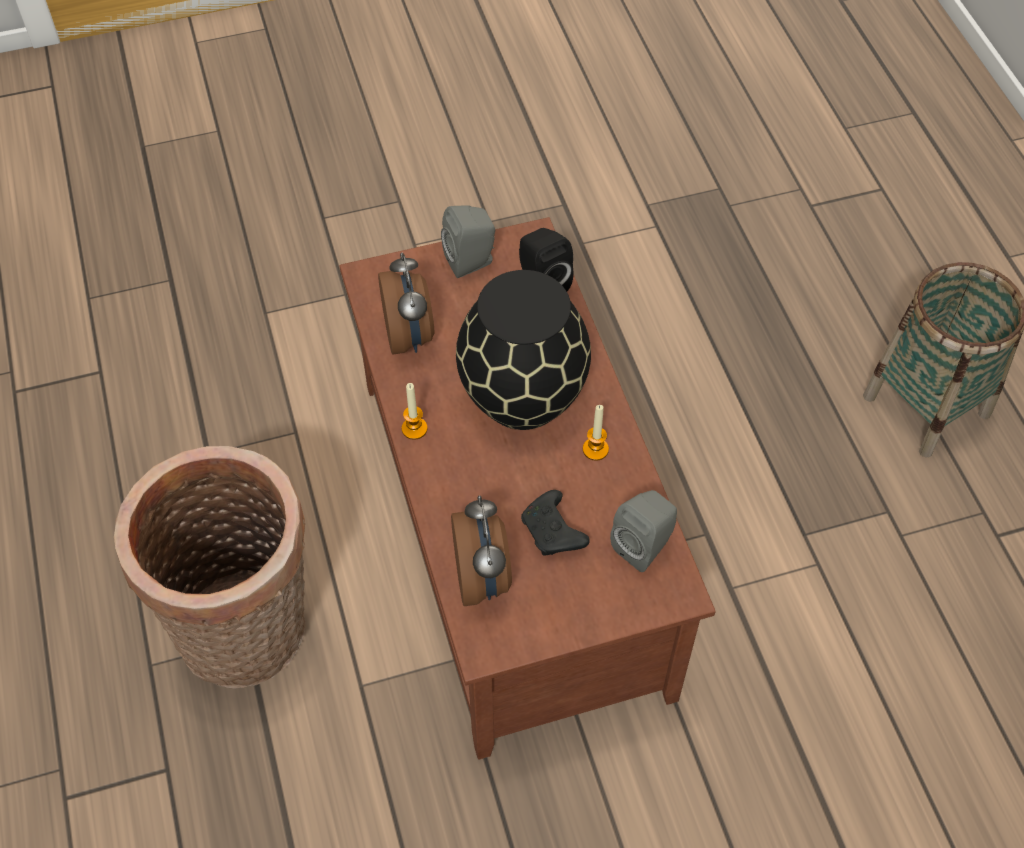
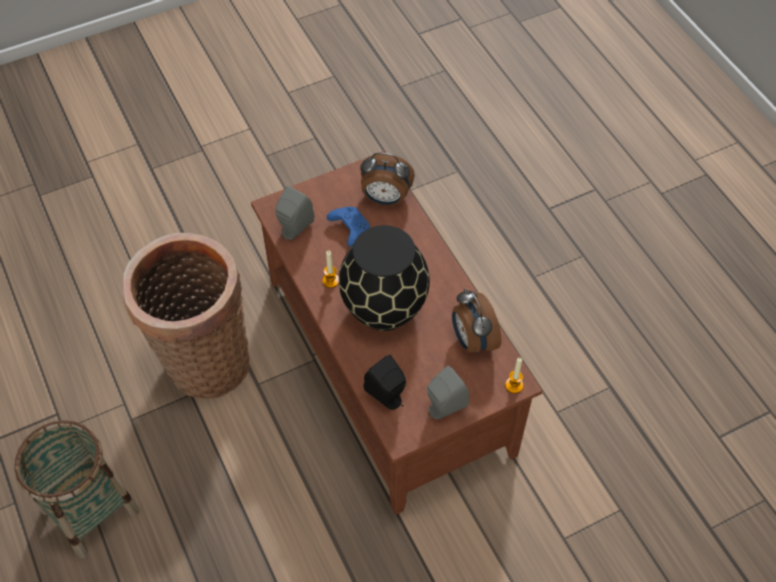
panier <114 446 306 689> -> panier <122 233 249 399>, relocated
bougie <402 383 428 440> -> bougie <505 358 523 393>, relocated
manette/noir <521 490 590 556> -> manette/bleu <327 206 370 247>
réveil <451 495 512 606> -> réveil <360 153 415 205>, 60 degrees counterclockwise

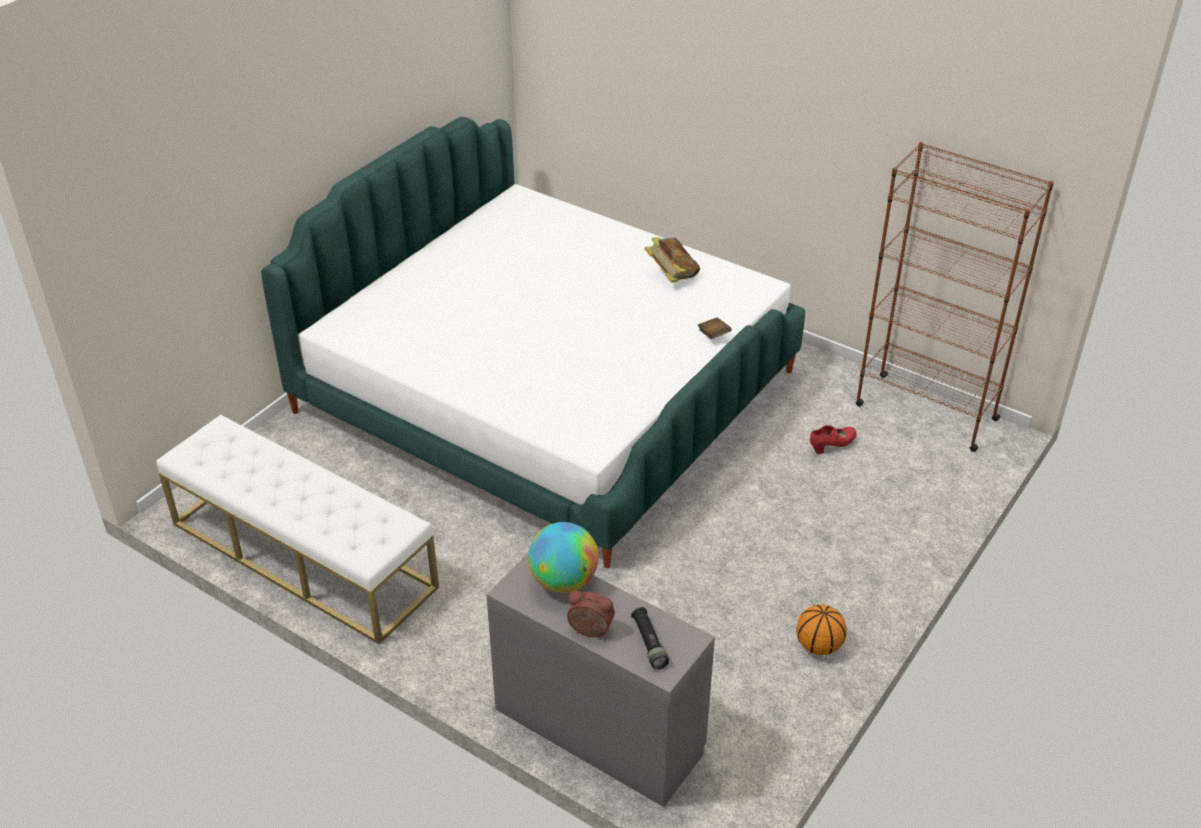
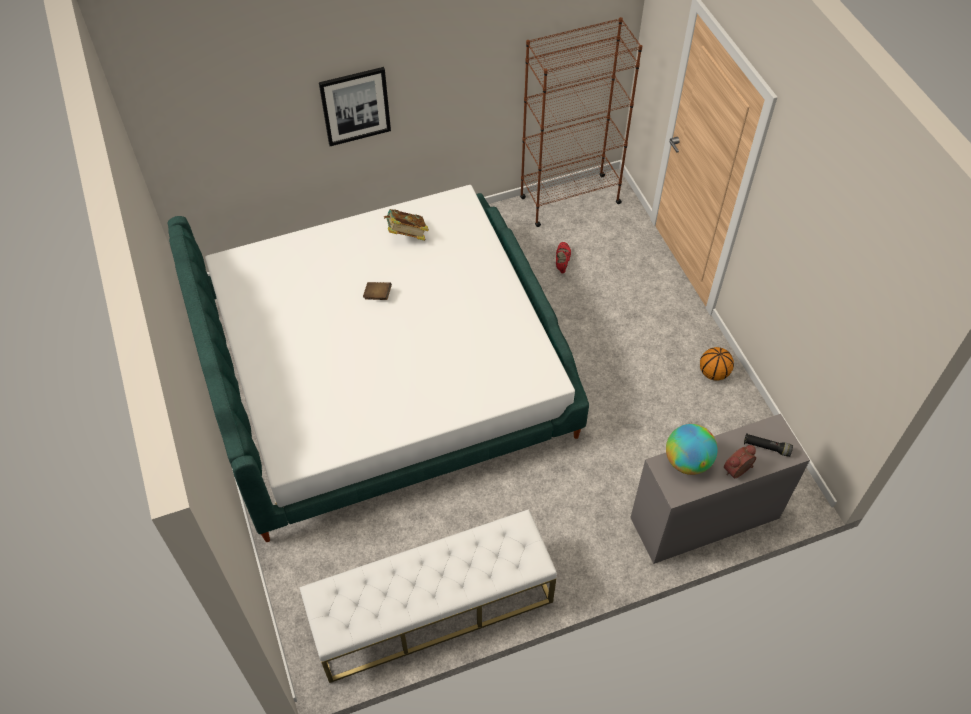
none -> tableau <319 67 391 146>
livre/marron <698 318 732 340> -> livre/marron <363 282 392 300>, relocated

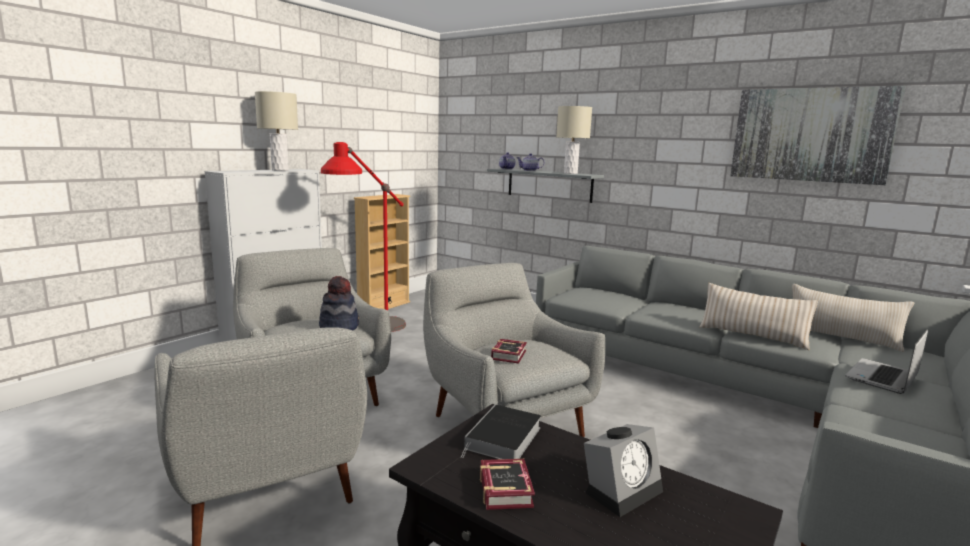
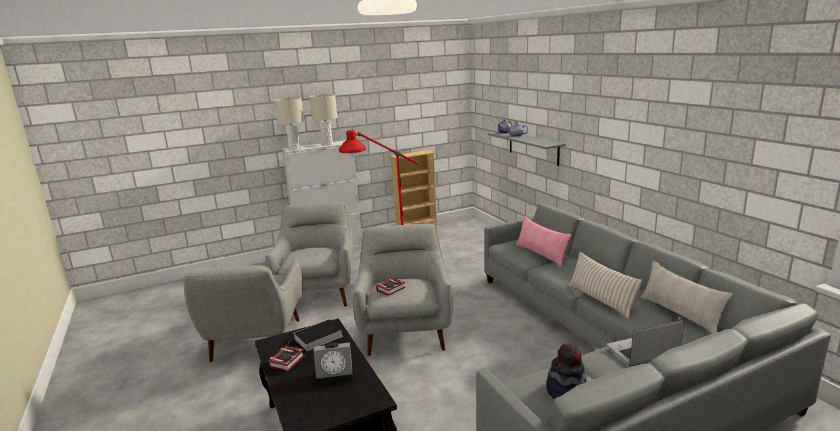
tableau <730 86 906 185> -> none
none -> coussin/rose <516 216 571 267>
chapeau <319 276 359 331> -> chapeau <546 343 587 399>, relocated
lampe de table/beige <556 106 592 174> -> lampe de table/beige <275 97 304 150>, relocated

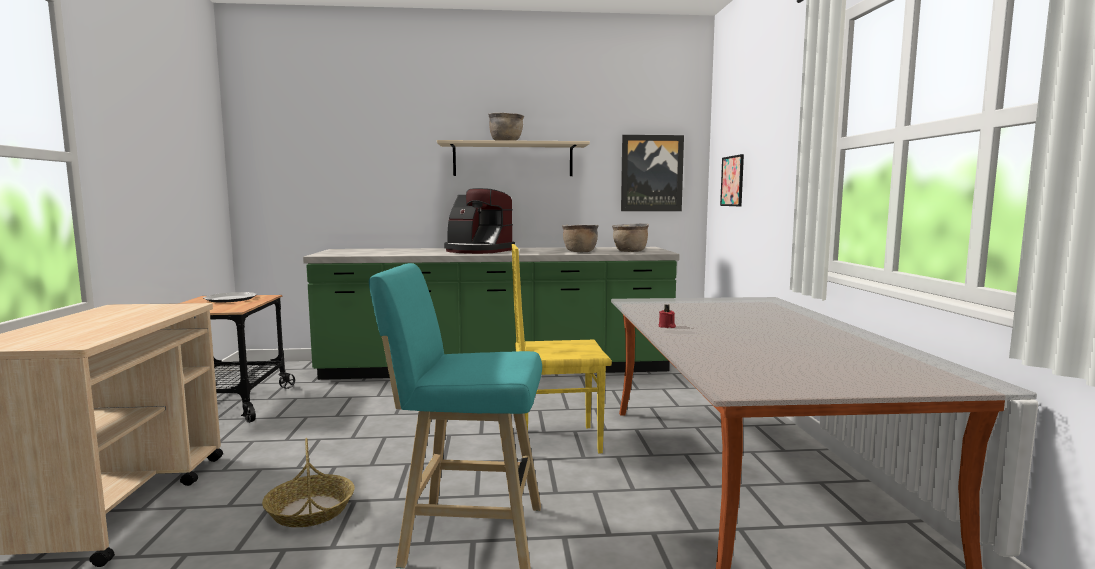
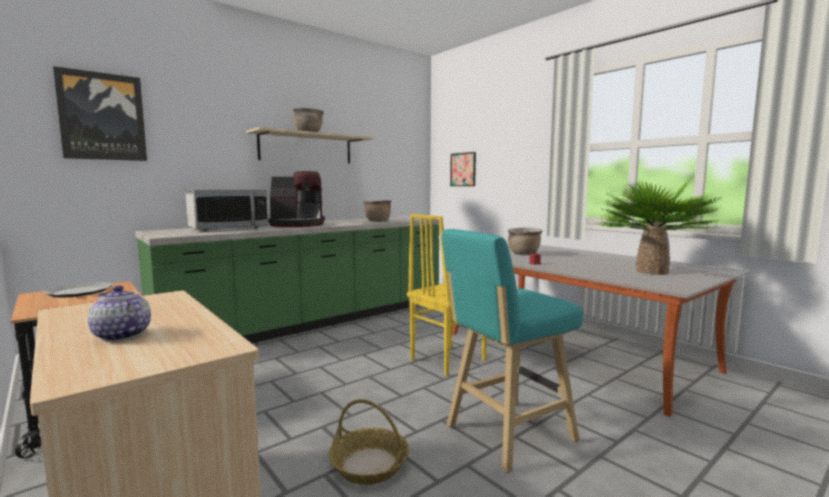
none -> théière <88 286 151 342>
none -> micro-ondes <185 189 269 231>
none -> plante en pot <593 175 725 275>
marmite/marron <612 224 649 252> -> marmite/marron <508 227 543 255>, relocated
tableau <621 135 684 211> -> tableau <53 66 147 161>, relocated

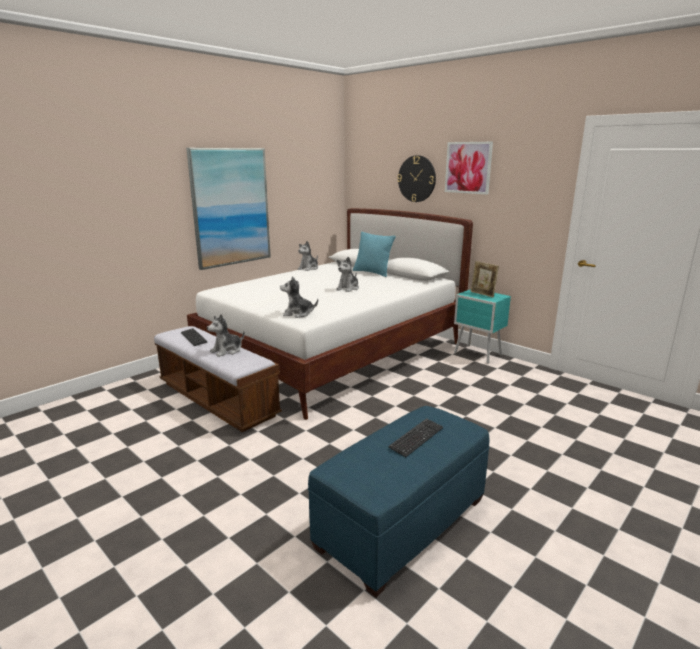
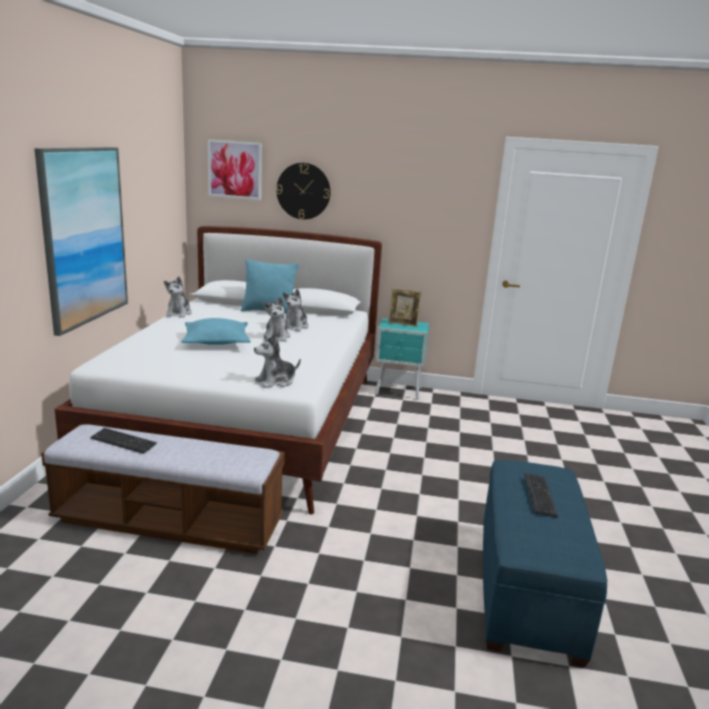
none -> coussin/turquoise <181 318 251 345>
peluche <207 314 245 357> -> peluche <283 289 308 331>, relocated
tableau <445 142 493 195> -> tableau <207 139 262 200>, relocated

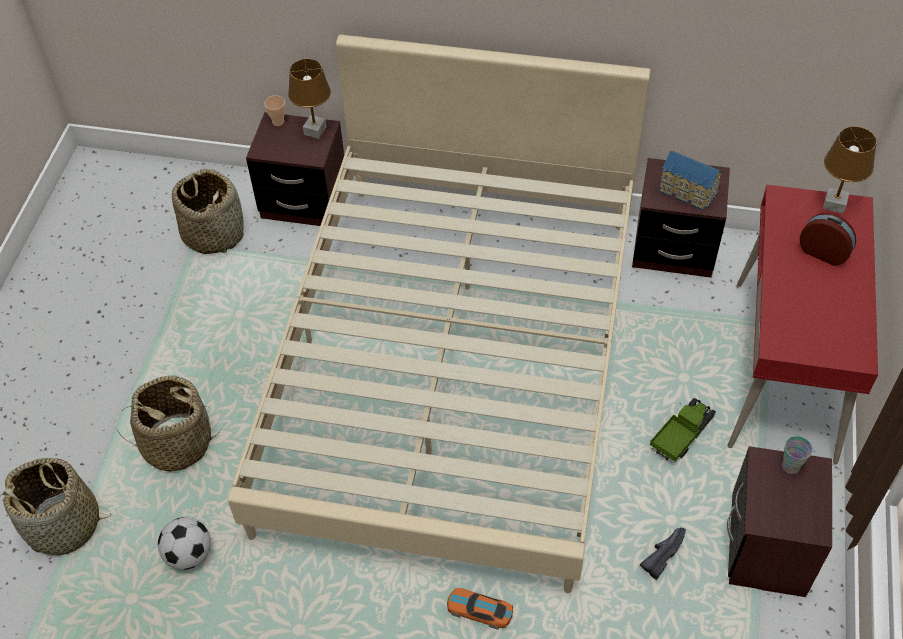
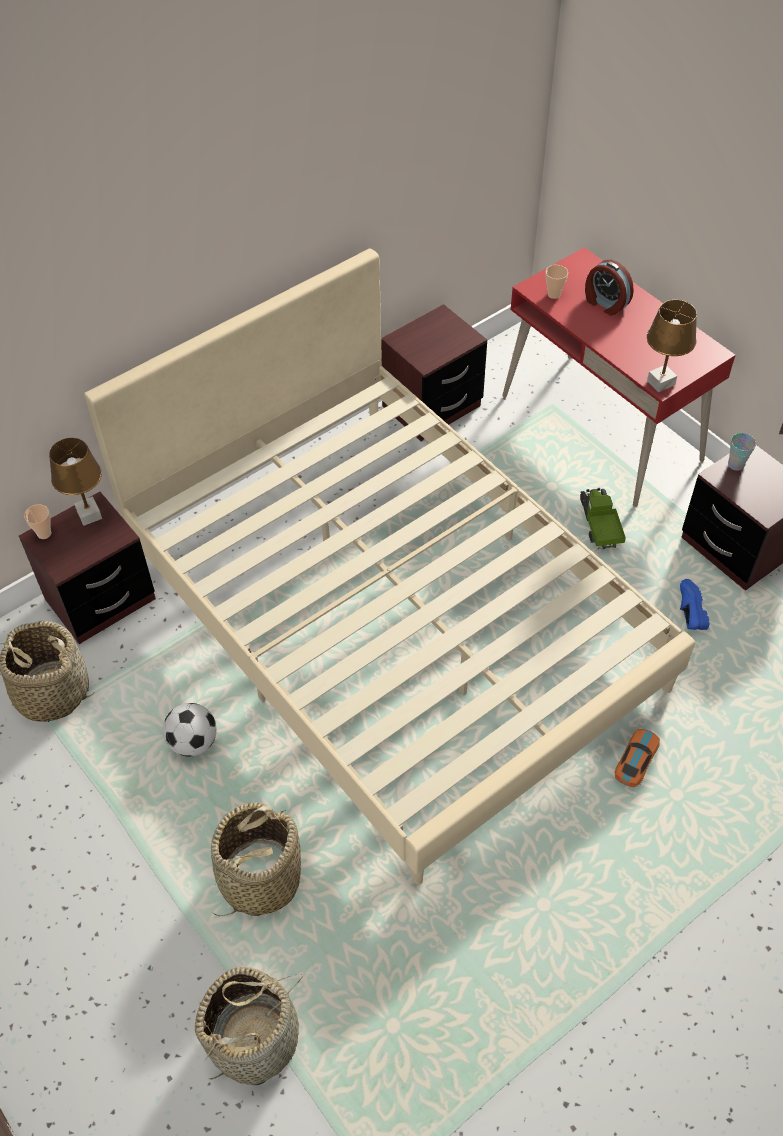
maison miniature <659 151 723 210> -> none
none -> tasse <545 265 568 299>
ballon de foot <158 517 211 570> -> ballon de foot <163 703 217 757>, relocated
lampe de table/marron <823 126 877 214> -> lampe de table/marron <647 300 697 392>, relocated
chaussure/noir <640 528 686 580> -> chaussure/bleu <680 579 710 630>
petite voiture <447 588 513 630> -> petite voiture <614 729 660 787>, 150 degrees clockwise
réveil <800 213 856 266> -> réveil <585 260 634 316>, 120 degrees counterclockwise

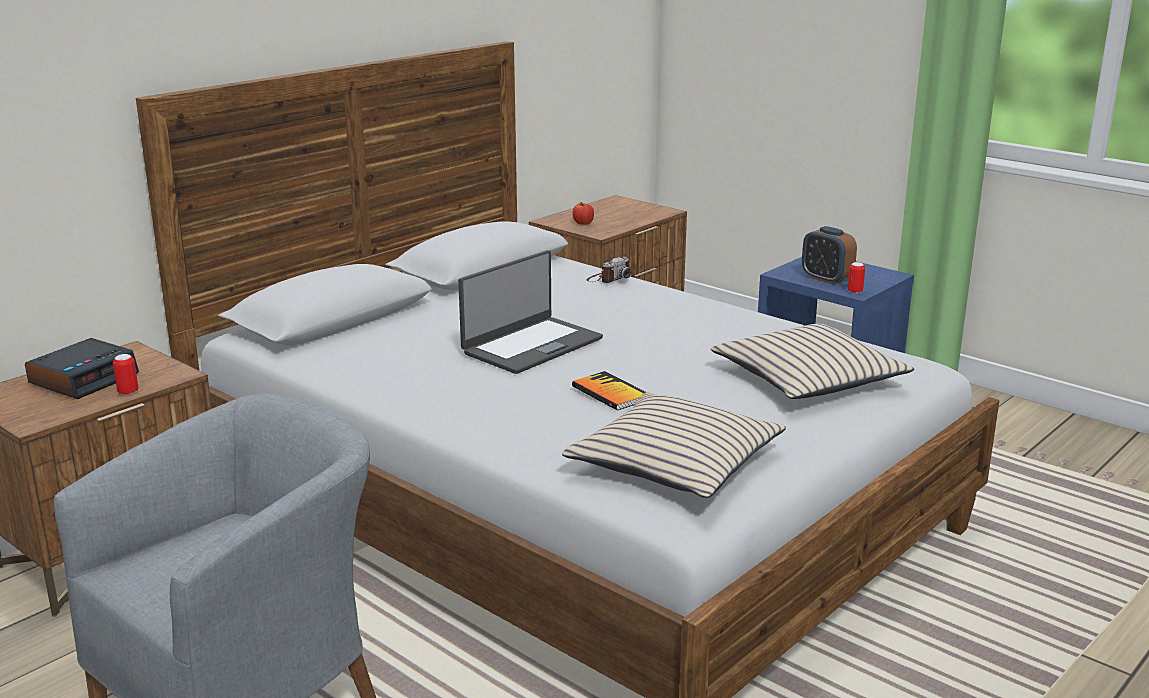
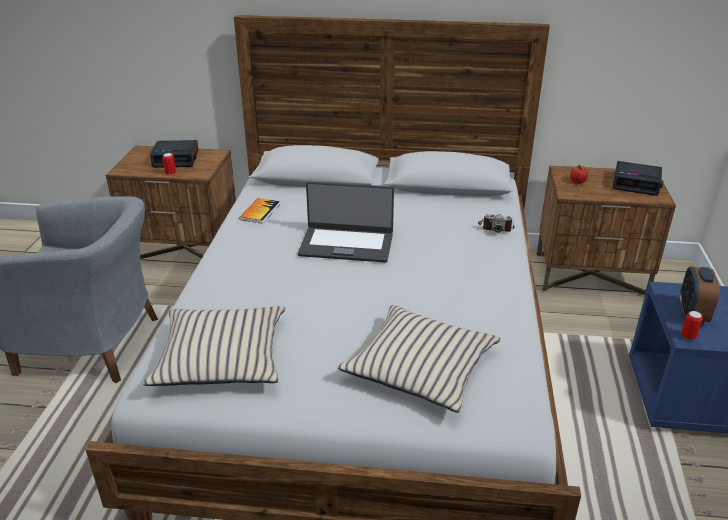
none -> réveil <613 161 663 196>
livre <572 371 645 411> -> livre <240 198 280 224>, relocated

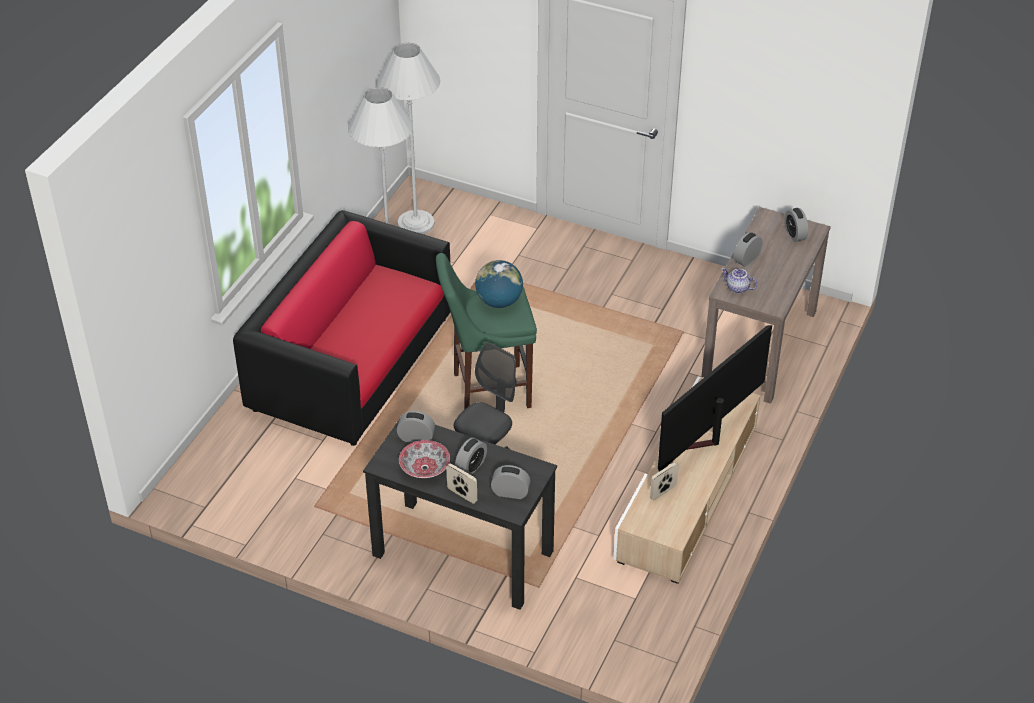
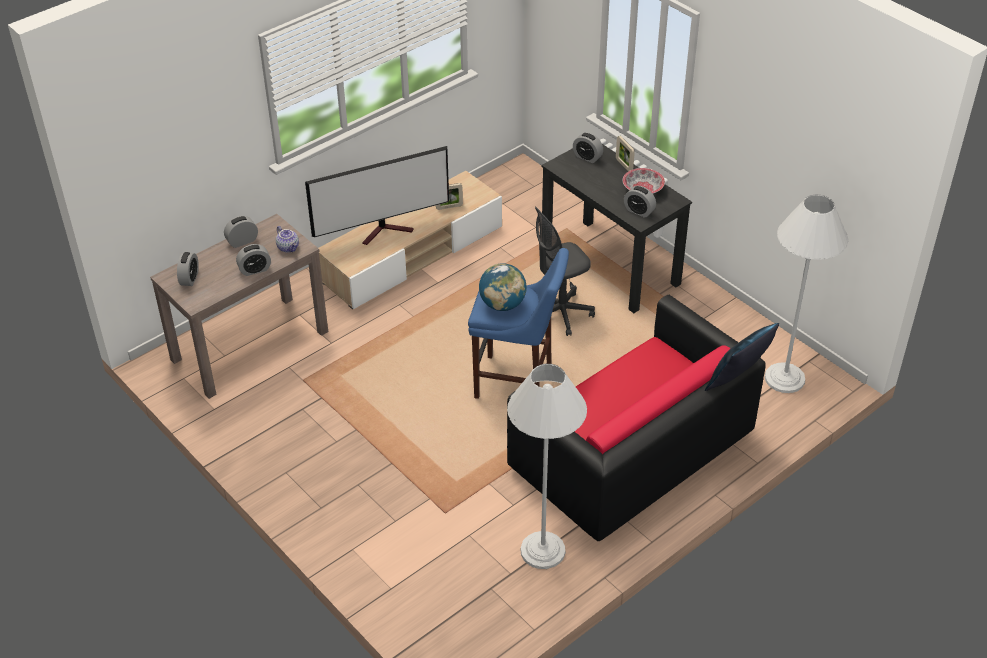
none -> coussin/bleu <705 323 779 391>
lampadaire/blanc <377 43 440 234> -> lampadaire/blanc <765 195 848 393>, relocated
réveil <455 437 487 475> -> réveil <224 216 258 248>, relocated
tabouret/vert <436 253 537 410> -> tabouret/bleu <468 248 569 399>

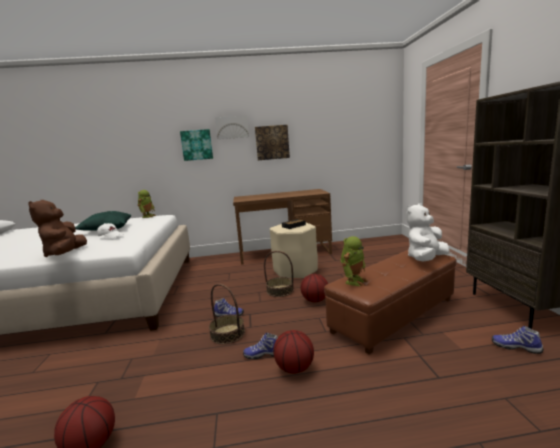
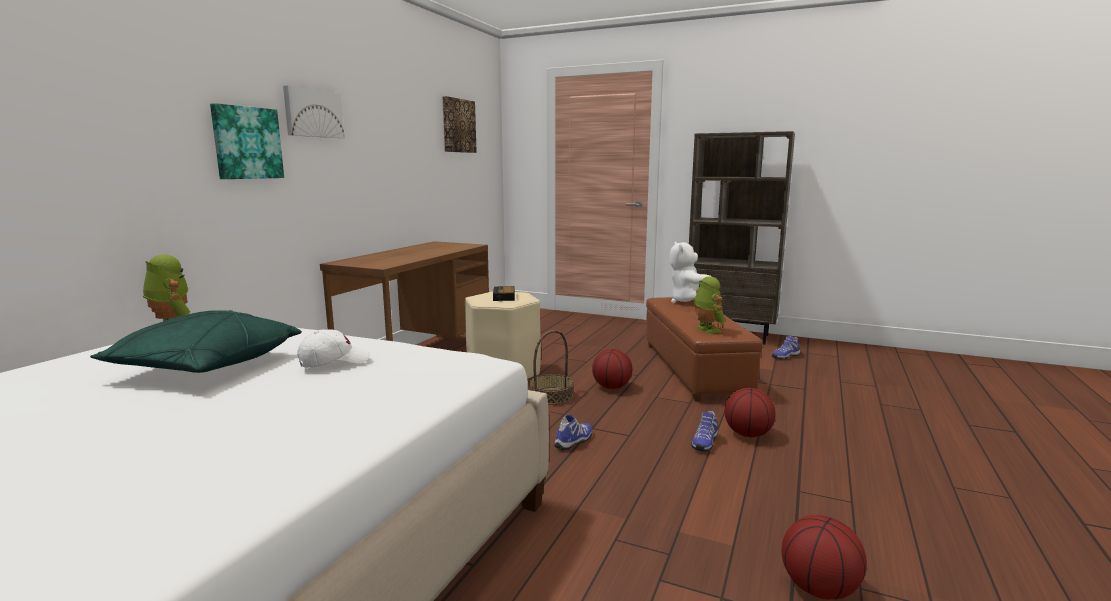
peluche/marron <28 200 87 257> -> none
panier <209 284 245 344> -> none
tableau <255 125 290 160> -> tableau <442 96 477 153>, relocated

